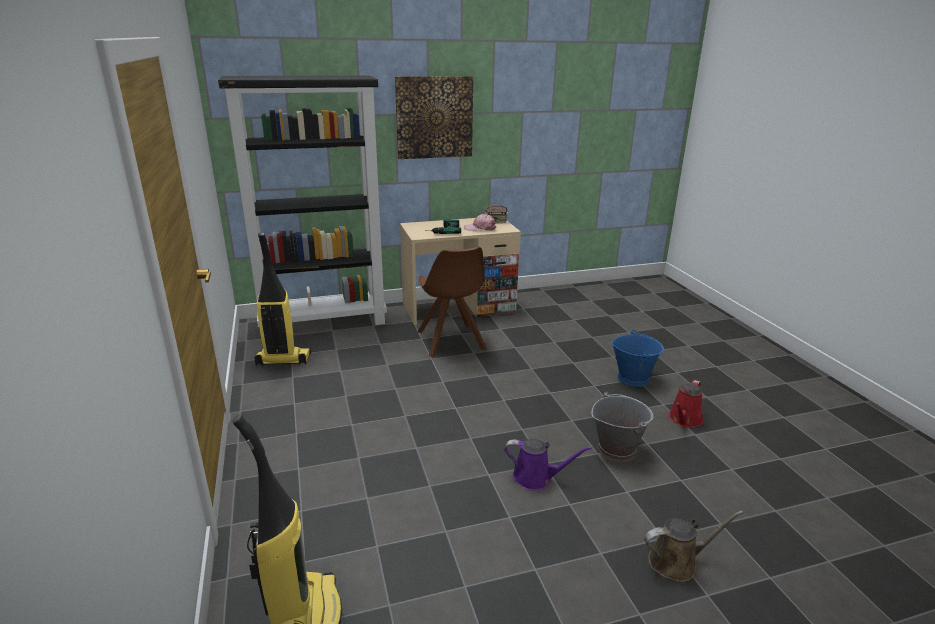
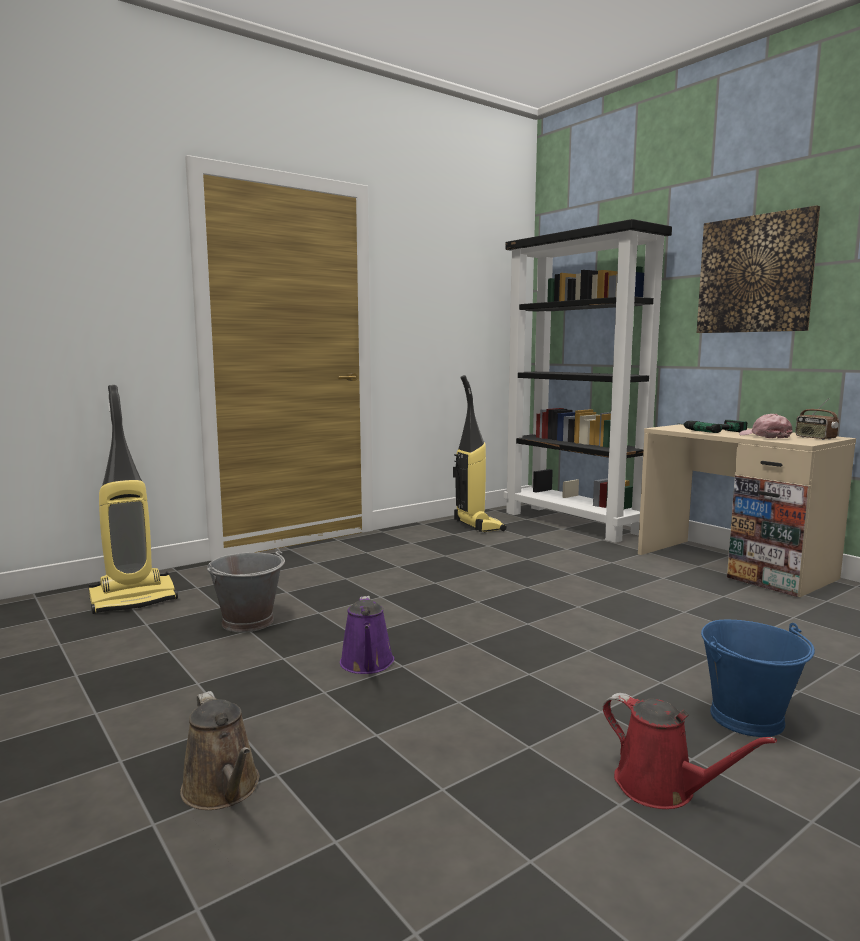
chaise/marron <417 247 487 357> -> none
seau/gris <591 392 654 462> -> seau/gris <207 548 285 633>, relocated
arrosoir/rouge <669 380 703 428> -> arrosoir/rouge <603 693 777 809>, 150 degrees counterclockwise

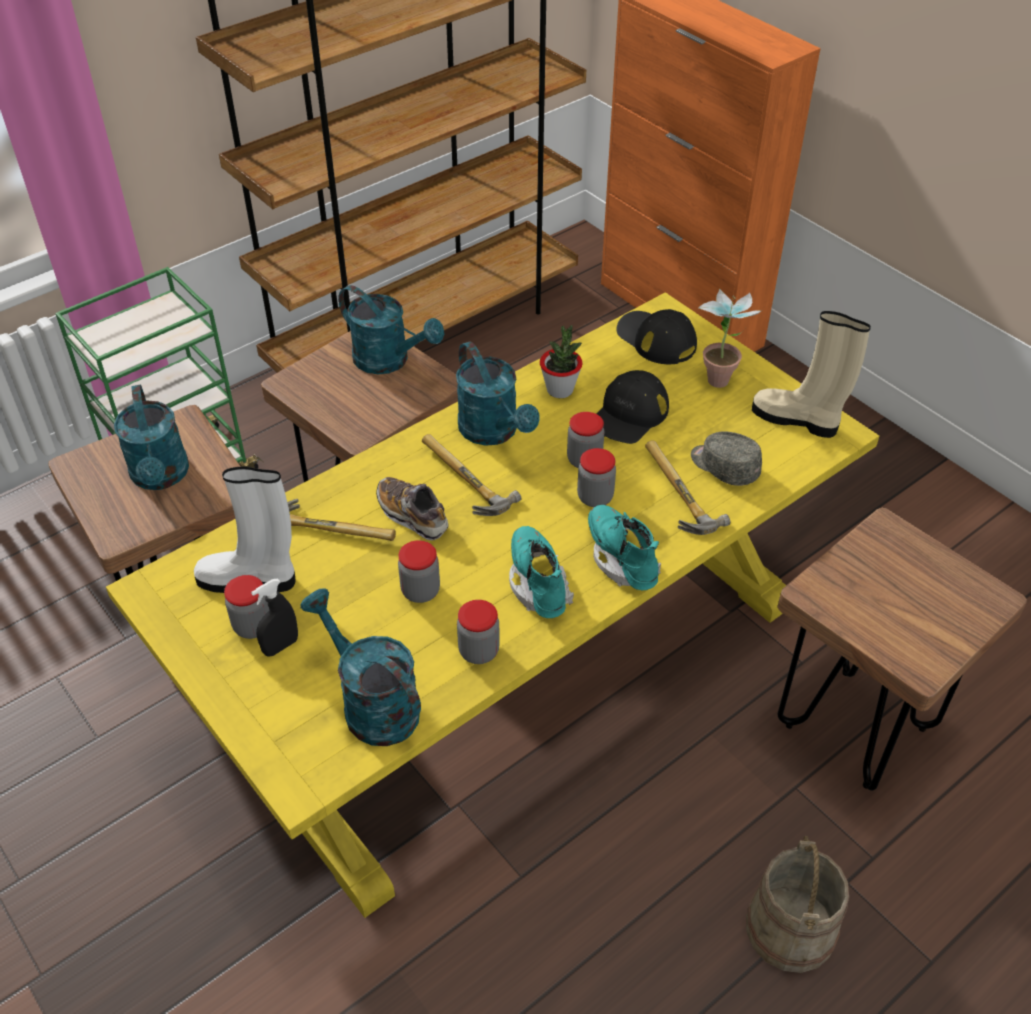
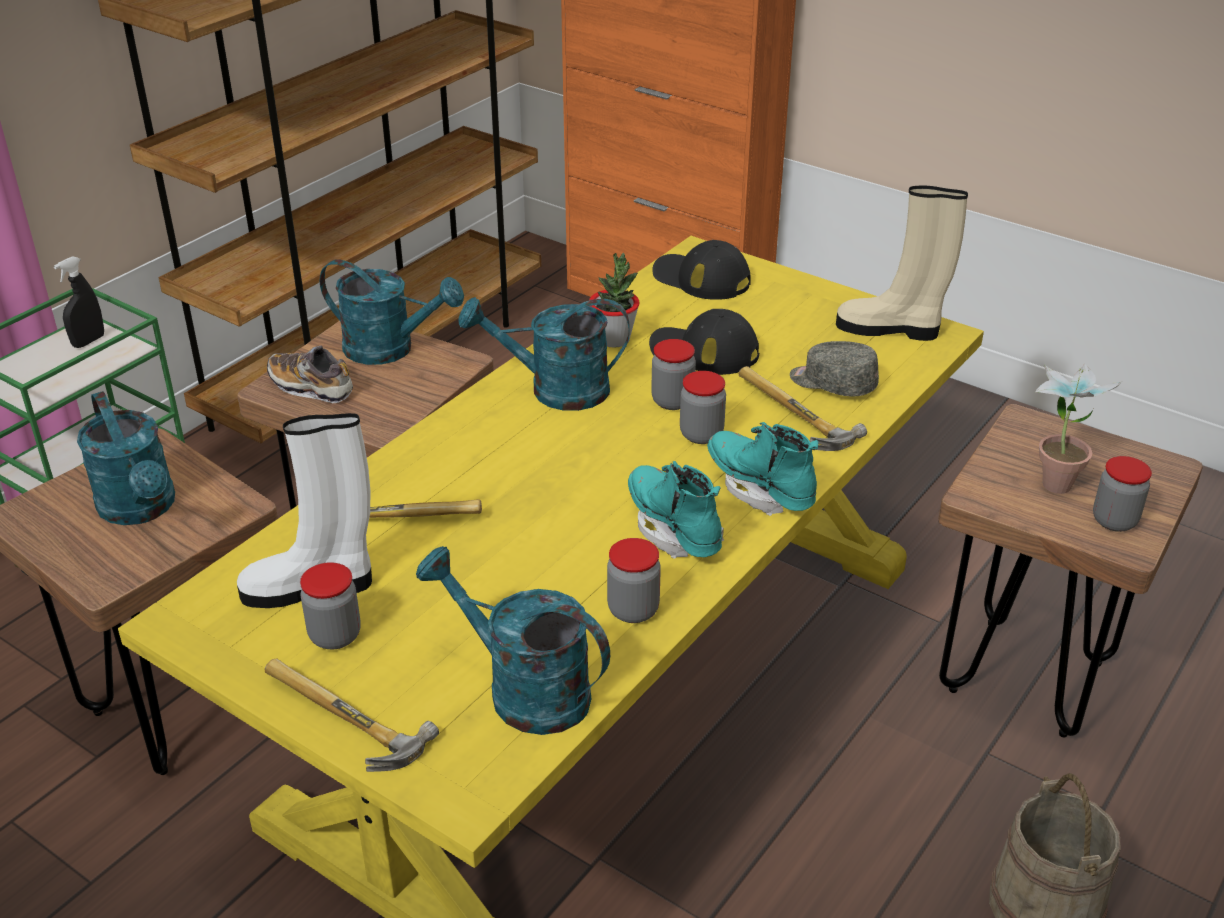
vaporisateur/noir <251 578 298 657> -> vaporisateur/noir <54 256 104 348>, relocated
chaussure <376 477 448 541> -> chaussure <267 346 353 403>, relocated
bocal <398 540 440 603> -> bocal <1093 456 1152 532>, relocated
marteau <422 434 521 516> -> marteau <265 659 439 772>, relocated
plante en pot <699 289 761 388> -> plante en pot <1035 363 1123 494>, relocated
arrosoir/turquoise <456 341 539 446> -> arrosoir/turquoise <458 297 630 411>, 135 degrees clockwise
casquette/noir <597 370 669 444> -> casquette/noir <649 309 759 375>, 90 degrees clockwise

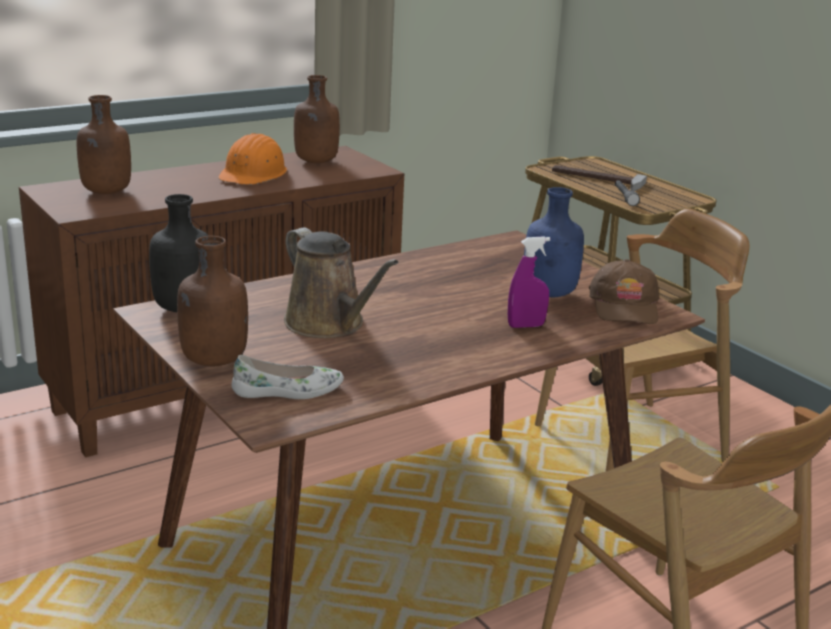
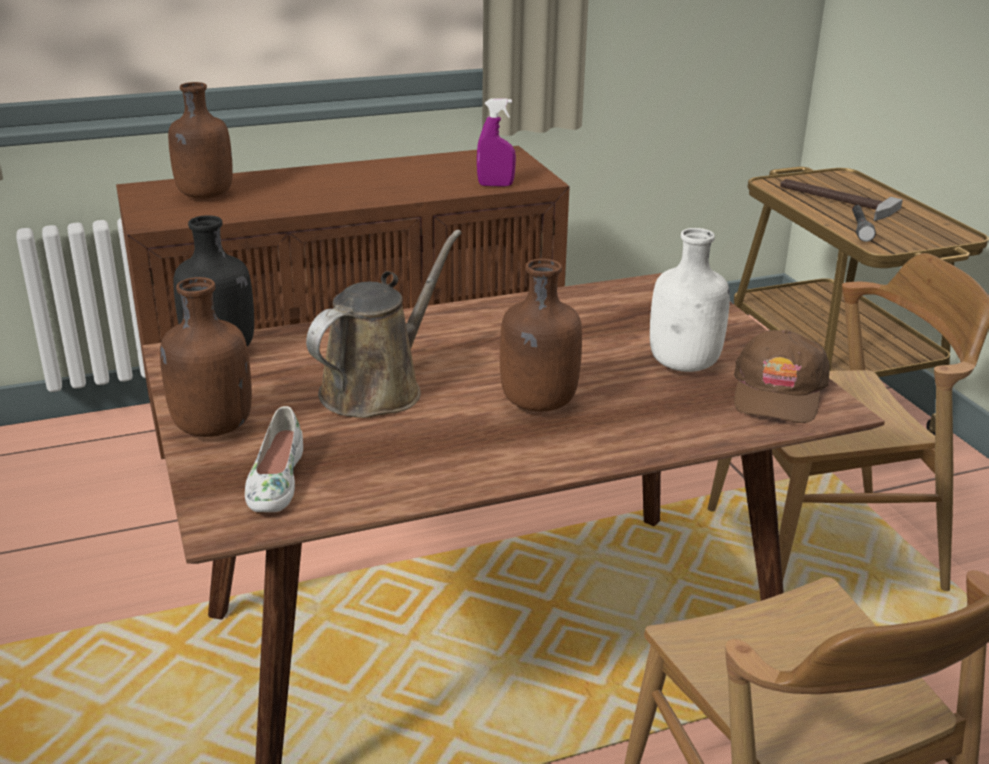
casque de chantier/orange <218 133 287 185> -> none
bouteille/marron <294 75 340 163> -> bouteille/marron <500 259 582 412>, relocated
vaporisateur/violet <508 236 550 328> -> vaporisateur/violet <477 98 516 187>, relocated
bouteille/bleu <524 187 584 297> -> bouteille/blanc <650 228 730 372>
chaussure/blanc <231 355 344 399> -> chaussure/blanc <245 406 303 512>, 90 degrees clockwise
arrosoir/marron <284 227 399 338> -> arrosoir/marron <306 230 461 418>, 120 degrees counterclockwise

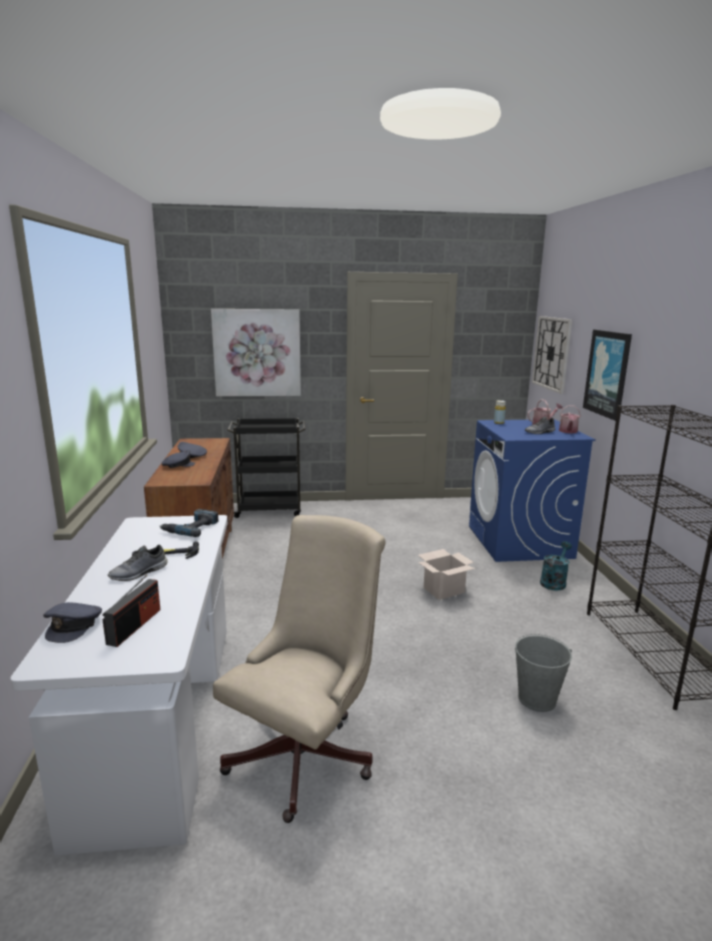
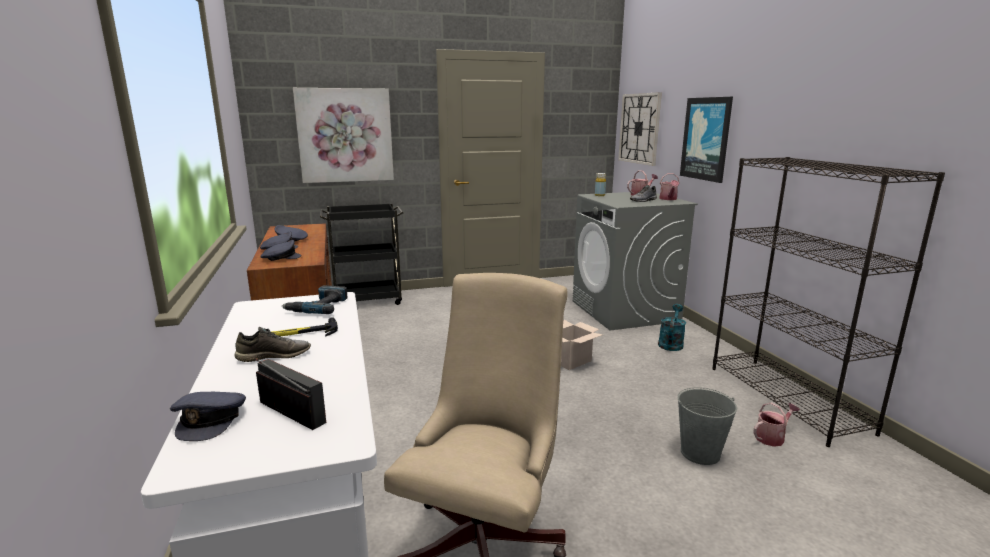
none -> casquette/gris <261 240 301 261>
none -> arrosoir <753 402 800 447>
lave-linge/bleu <469 419 596 562> -> lave-linge/gris <573 192 698 330>
radio <103 575 160 647> -> radio <255 358 326 430>, 60 degrees counterclockwise
chaussure/gris <108 545 168 581> -> chaussure/gris <234 327 311 362>, 150 degrees counterclockwise

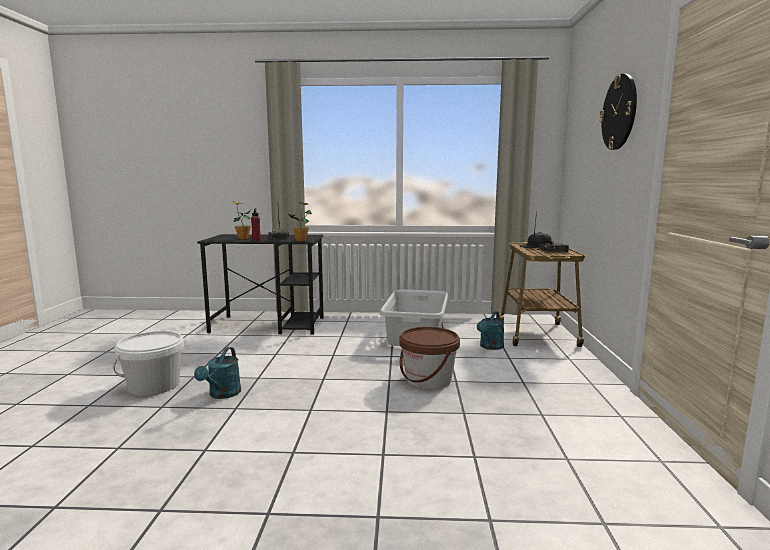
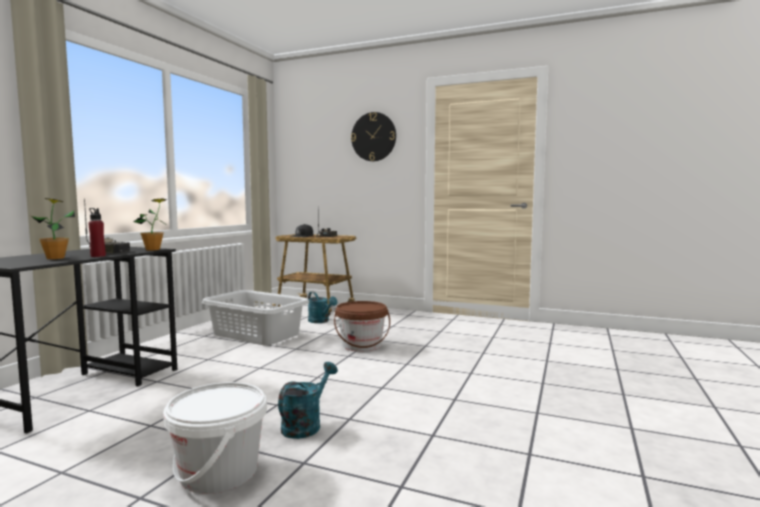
arrosoir/turquoise <194 347 241 399> -> arrosoir/turquoise <278 362 338 439>, 90 degrees counterclockwise

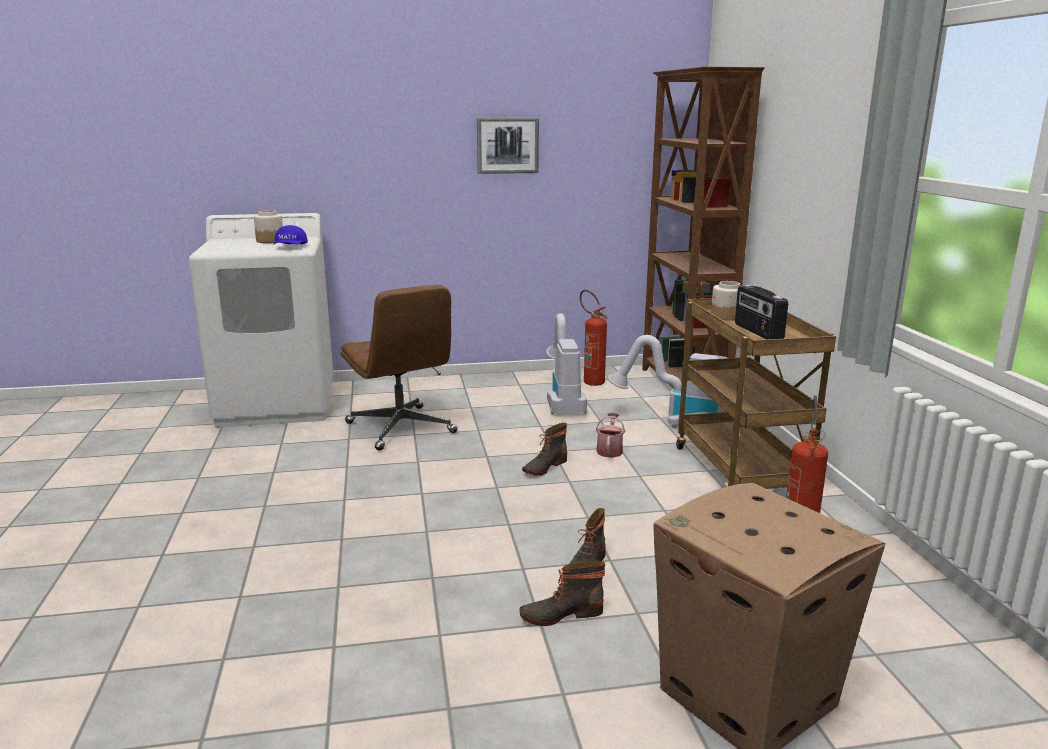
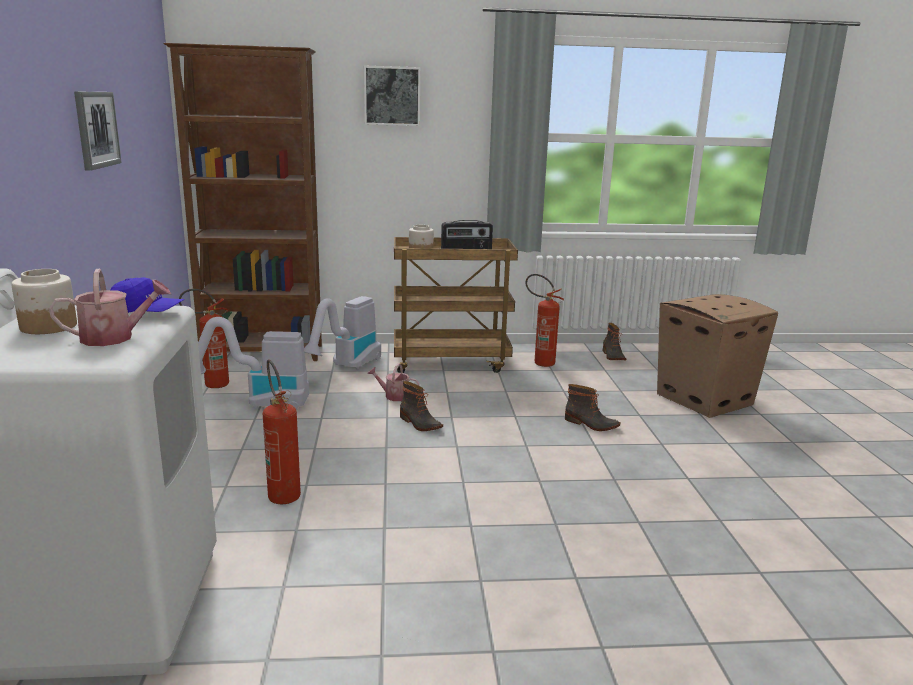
none -> arrosoir <49 269 171 346>
none -> tableau <364 65 420 126>
botte <519 561 605 626> -> botte <603 323 627 360>, relocated
chaise de bureau/marron <341 285 458 451> -> extincteur <263 360 301 504>

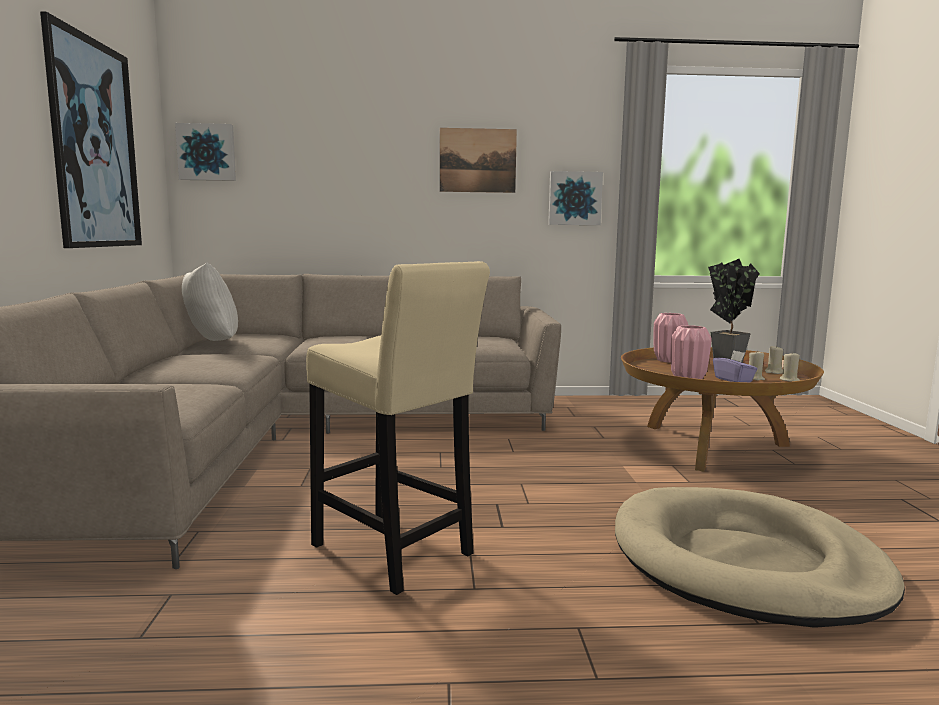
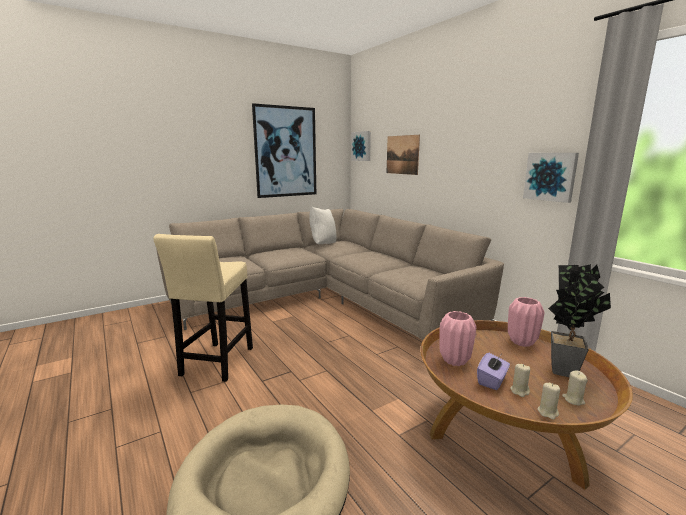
tableau <440 128 517 193> -> tableau <386 135 420 175>, relocated

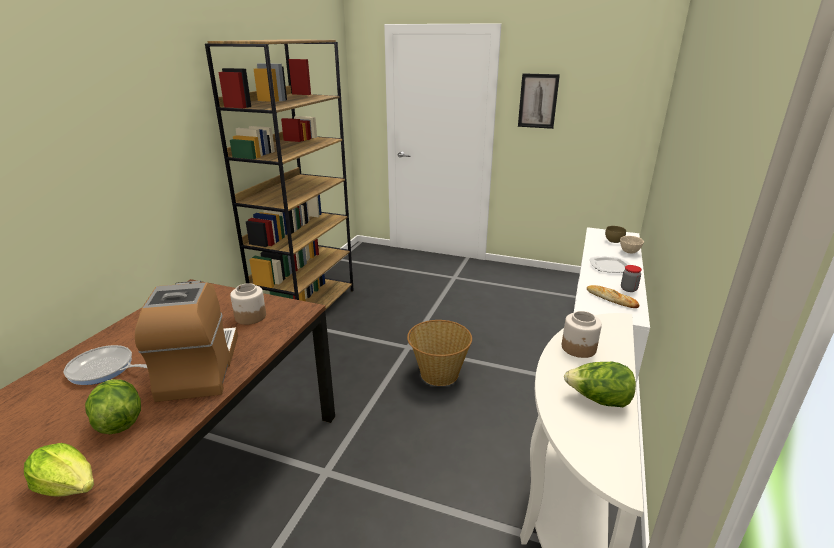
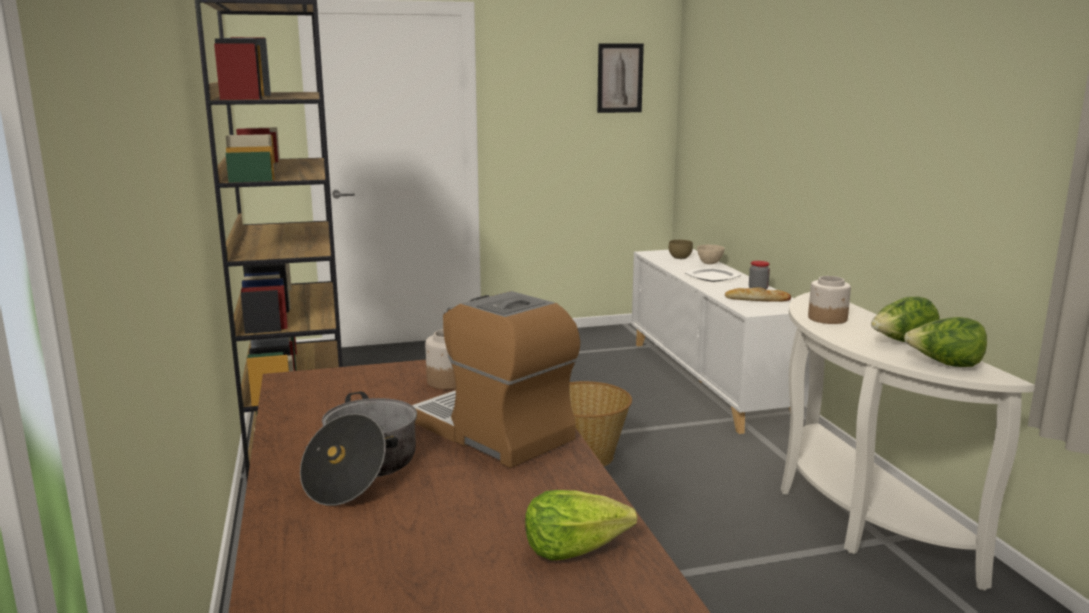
laitue <85 379 141 434> -> laitue <904 317 987 367>, relocated
tableau <518 73 560 129> -> tableau <597 43 644 113>, relocated
poêle <64 345 147 385> -> marmite <300 391 417 506>

